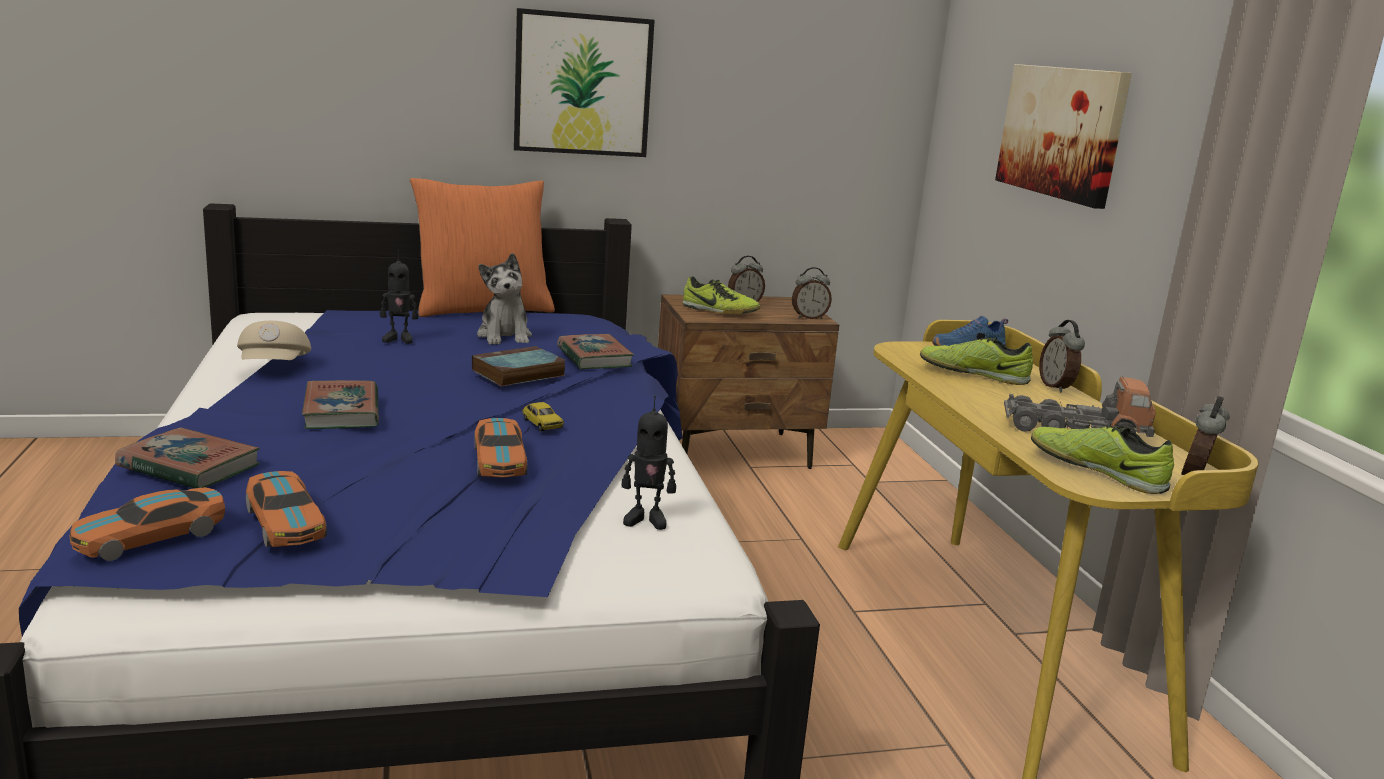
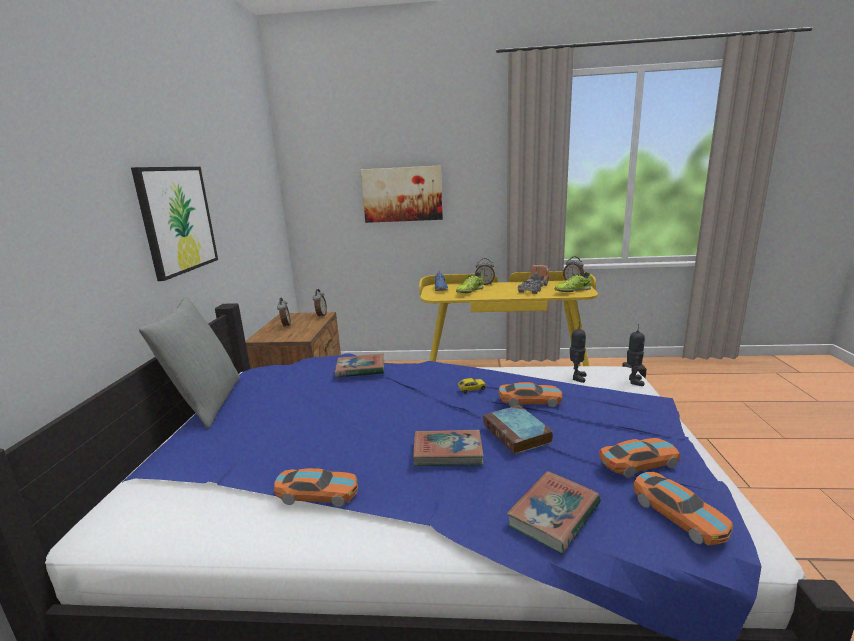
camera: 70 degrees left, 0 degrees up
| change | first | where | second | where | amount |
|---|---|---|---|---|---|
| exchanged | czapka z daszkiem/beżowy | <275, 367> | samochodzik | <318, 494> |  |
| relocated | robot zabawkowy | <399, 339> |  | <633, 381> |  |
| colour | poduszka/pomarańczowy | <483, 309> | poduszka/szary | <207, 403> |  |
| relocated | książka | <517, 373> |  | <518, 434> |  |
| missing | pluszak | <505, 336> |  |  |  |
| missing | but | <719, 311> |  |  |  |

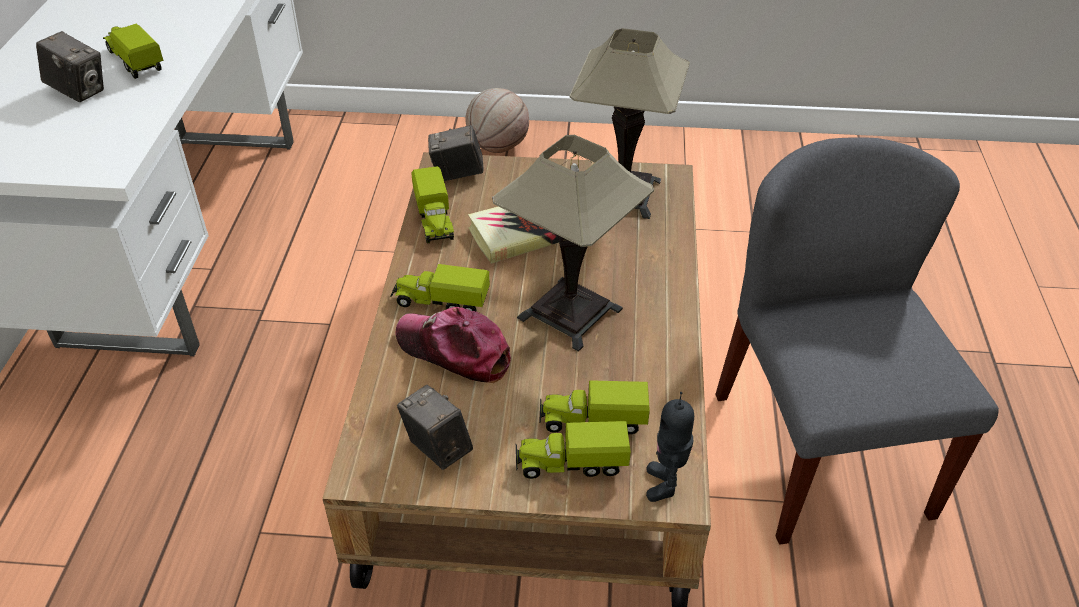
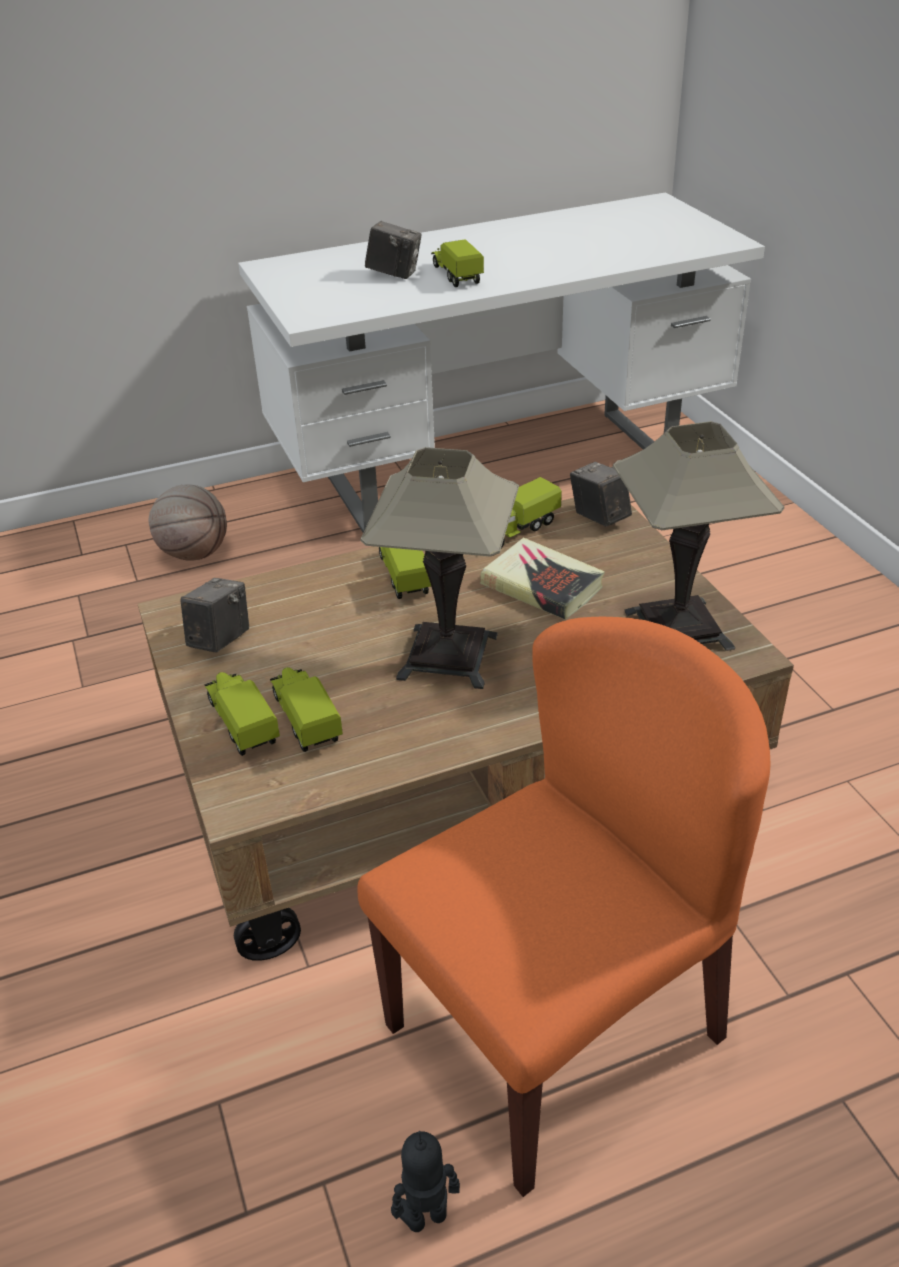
camera: 65 degrees right, 5 degrees down
| change | first | where | second | where | amount |
|---|---|---|---|---|---|
| spun | aparat fotograficzny | <79, 91> |  | <394, 274> | 75 degrees counterclockwise |
| spun | ciężarówka zabawkowa | <135, 61> |  | <456, 275> | 45 degrees counterclockwise |
| missing | czapka z daszkiem | <454, 351> |  |  |  |
| relocated | piłka do koszykówki | <497, 147> |  | <194, 553> |  |
| relocated | robot zabawkowy | <665, 484> |  | <426, 1217> |  |
| colour | krzesło/szary | <819, 452> | krzesło/pomarańczowy | <555, 1028> |  |

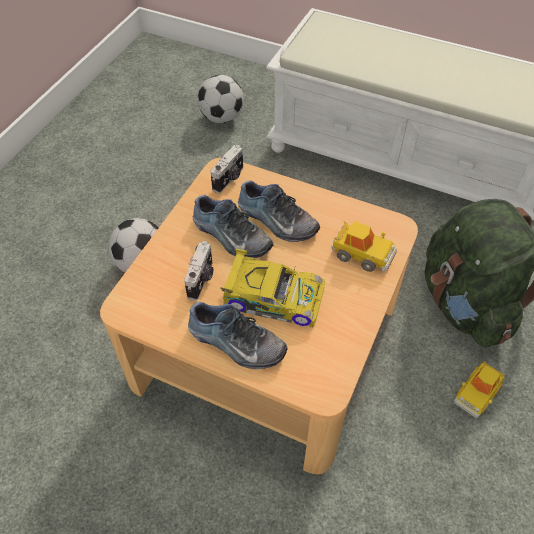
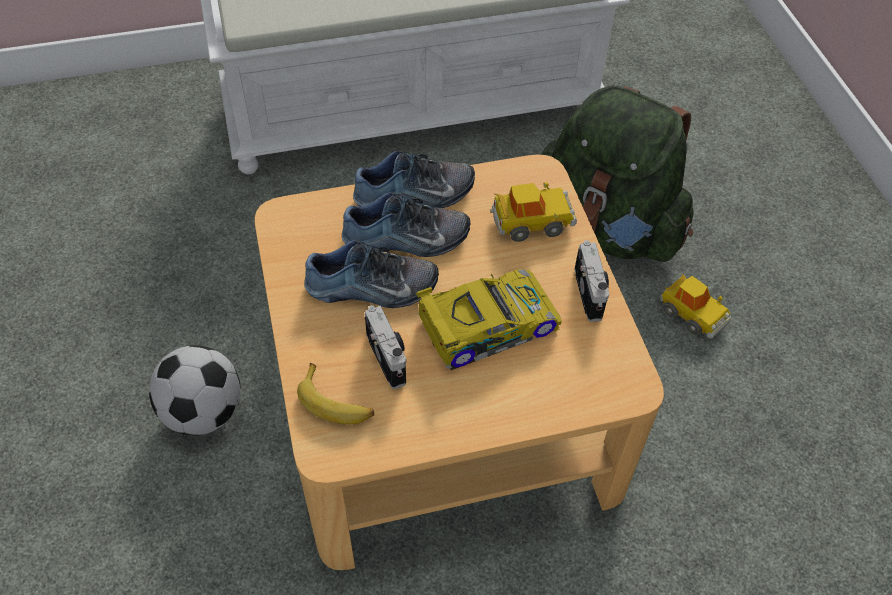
camera: 40 degrees left, 0 degrees up
| change | first | where | second | where | amount |
|---|---|---|---|---|---|
| relocated | but | <235, 344> |  | <415, 196> |  |
| missing | piłka futbolowa | <222, 117> |  |  |  |
| relocated | aparat fotograficzny | <229, 179> |  | <590, 293> |  |
| spun | samochodzik | <477, 393> |  | <692, 314> | 45 degrees counterclockwise |
| appeared |  |  | banan | <336, 402> |  |

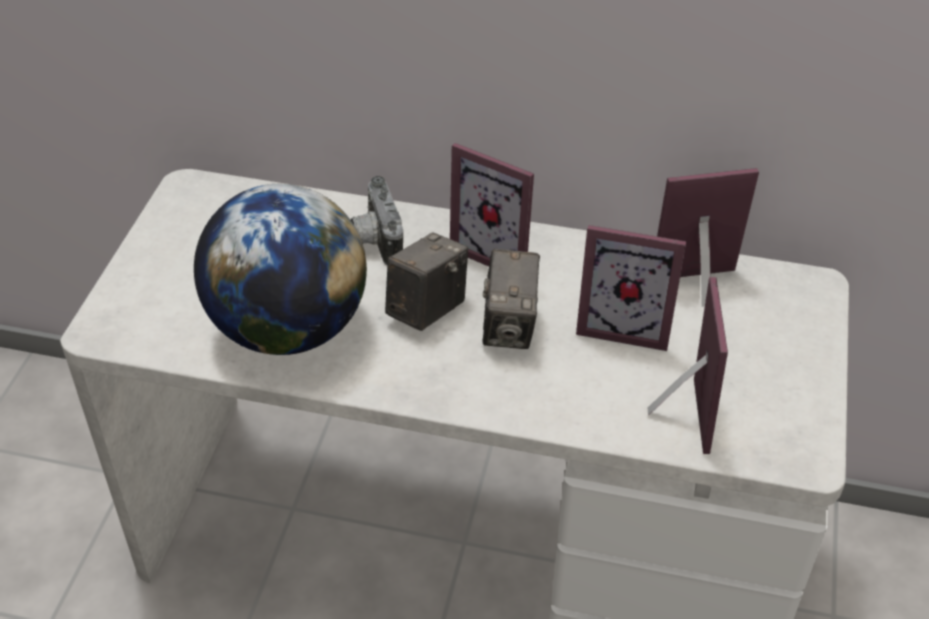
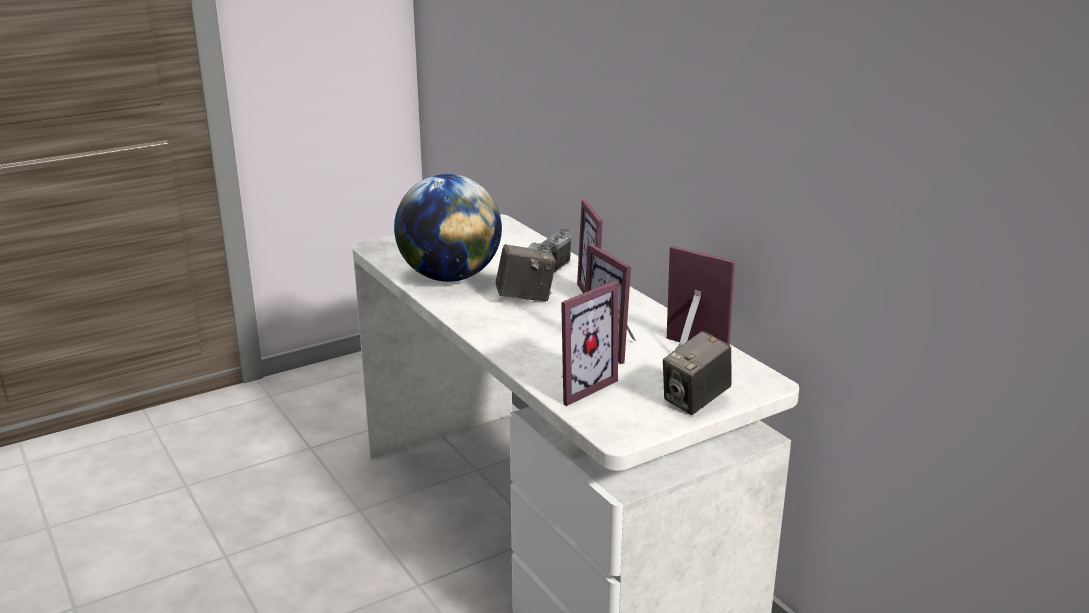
camera: 45 degrees right, 20 degrees down
| change | first | where | second | where | amount |
|---|---|---|---|---|---|
| relocated | aparat fotograficzny | <509, 327> |  | <695, 401> |  |

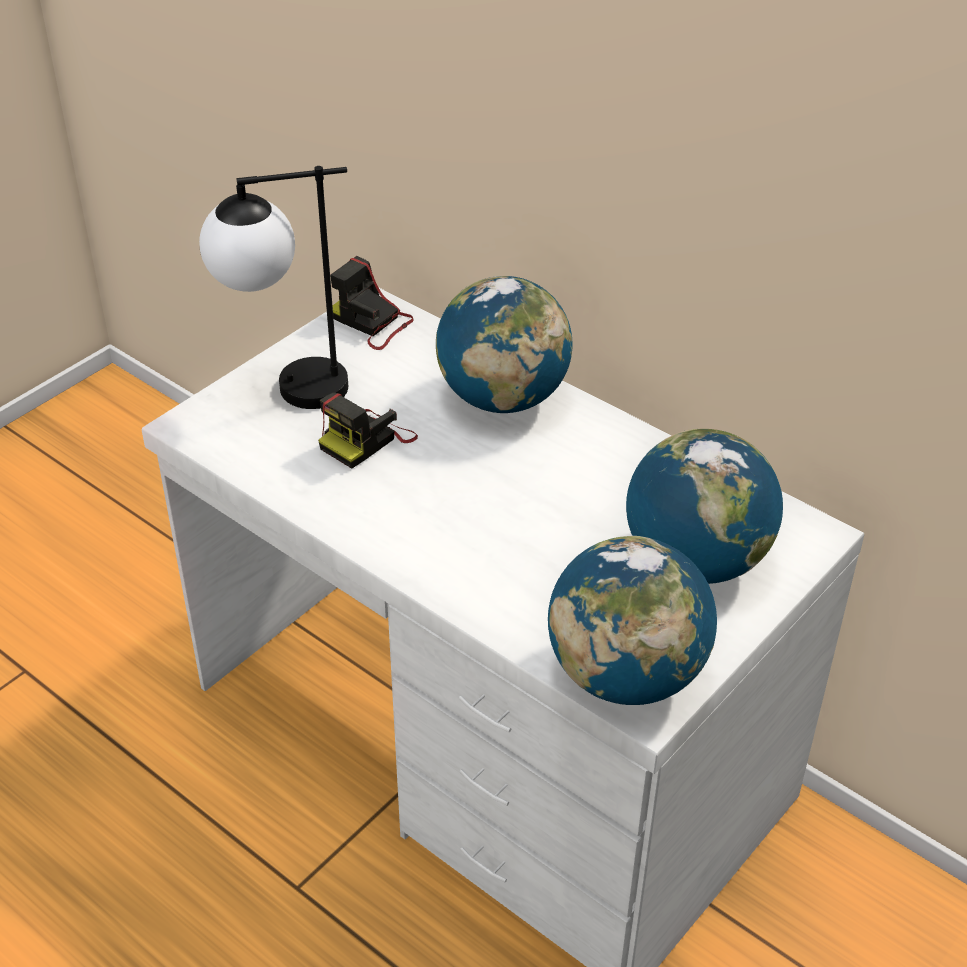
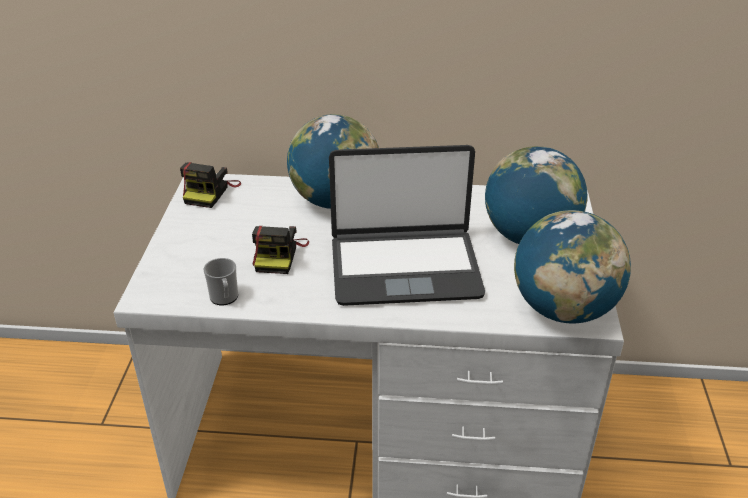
camera: 35 degrees left, 5 degrees down
| change | first | where | second | where | amount |
|---|---|---|---|---|---|
| missing | lampa stołowa | <285, 392> |  |  |  |
| spun | aparat fotograficzny | <371, 323> |  | <210, 192> | 75 degrees counterclockwise |
| appeared |  |  | kubek | <224, 298> |  |
| appeared |  |  | laptop | <404, 267> |  |

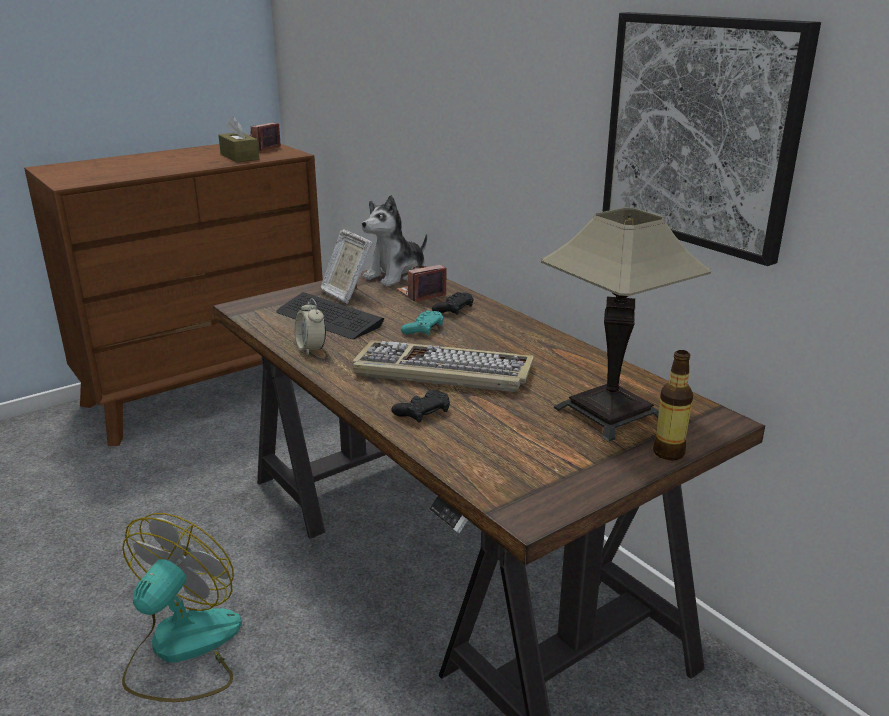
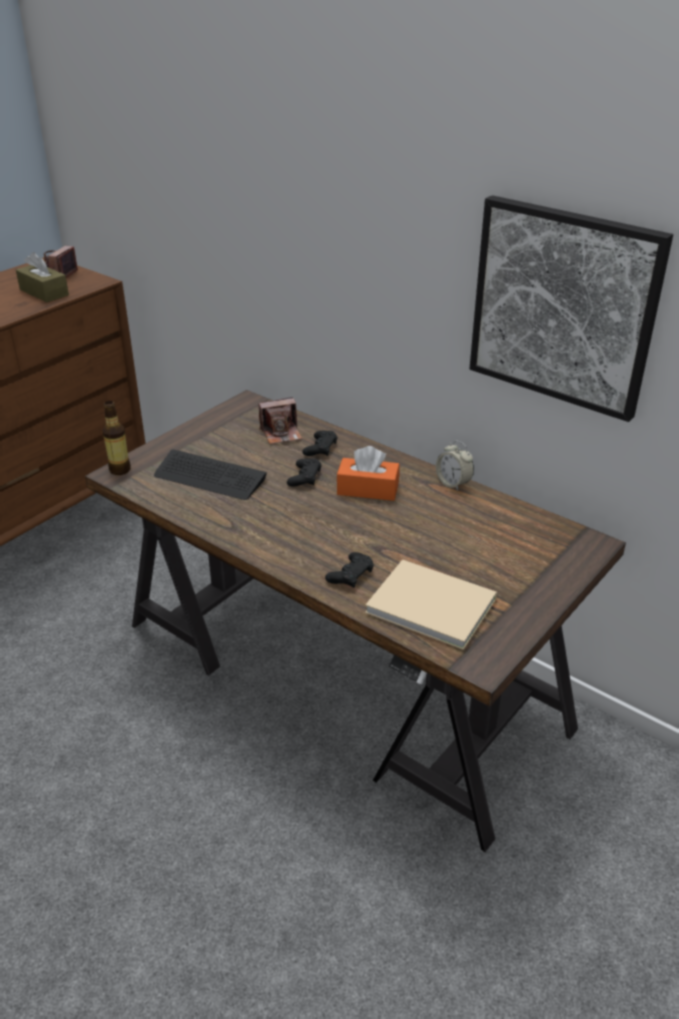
camera: 15 degrees left, 10 degrees up
| change | first | where | second | where | amount |
|---|---|---|---|---|---|
| missing | wentylator | <182, 650> |  |  |  |
| relocated | budzik | <311, 349> |  | <453, 483> |  |
| missing | ramka na zdjęcie | <346, 294> |  |  |  |
| missing | klawiatura | <440, 371> |  |  |  |
| missing | pluszak | <396, 275> |  |  |  |
| spun | aparat fotograficzny | <421, 294> |  | <281, 433> | 150 degrees counterclockwise |
| colour | pad do gier/turkusowy | <423, 329> | pad do gier/czarny | <304, 477> |  |
| missing | lampa stołowa | <609, 413> |  |  |  |
| relocated | butelka | <668, 452> |  | <120, 470> |  |
| appeared |  |  | pudełko chusteczek/pomarańczowy | <368, 489> |  |
| appeared |  |  | książka/beżowy | <429, 603> |  |

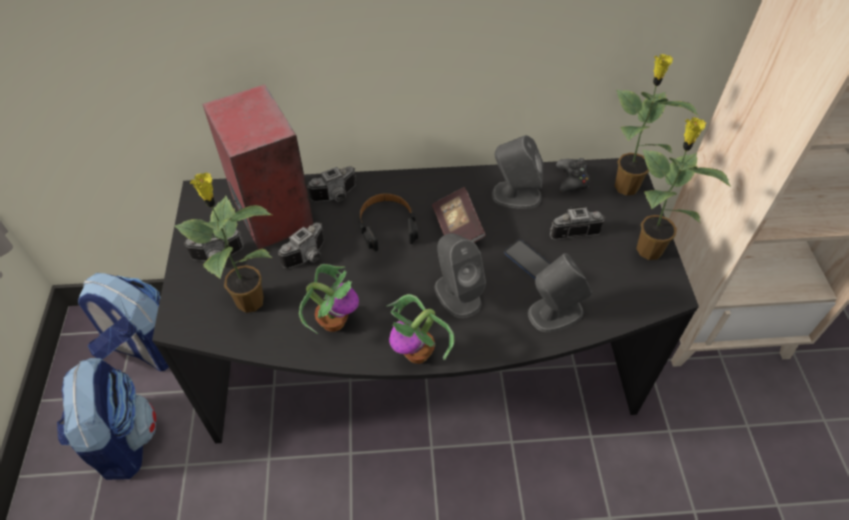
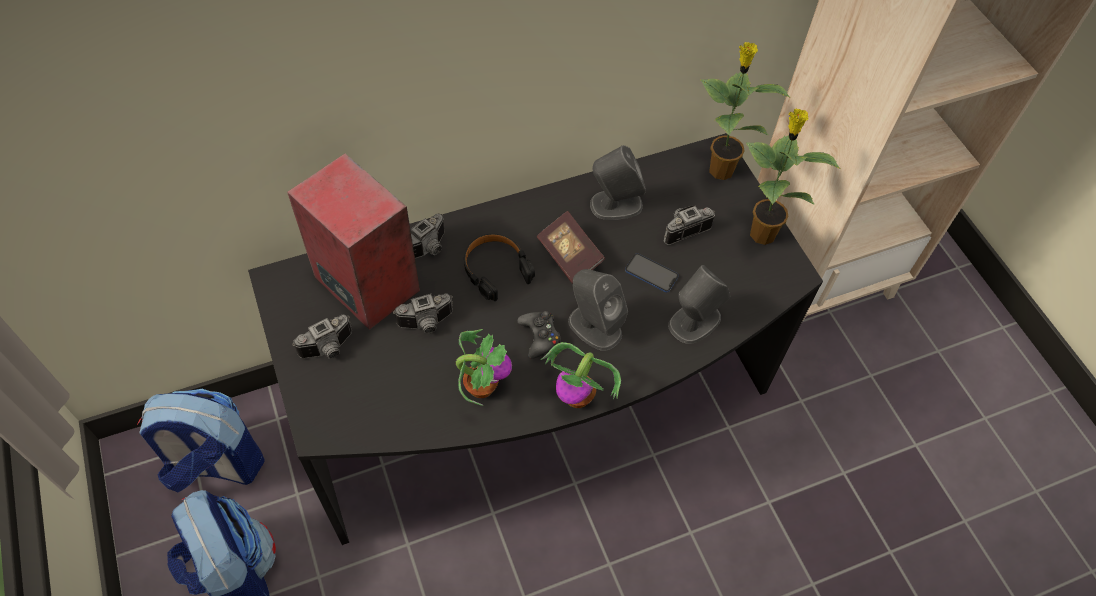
camera: 20 degrees left, 5 degrees up
| change | first | where | second | where | amount |
|---|---|---|---|---|---|
| missing | roślina doniczkowa | <248, 300> |  |  |  |
| spun | aparat fotograficzny | <308, 257> |  | <427, 324> | 45 degrees clockwise |
| relocated | pad do gier/czarny | <572, 179> |  | <540, 336> |  |

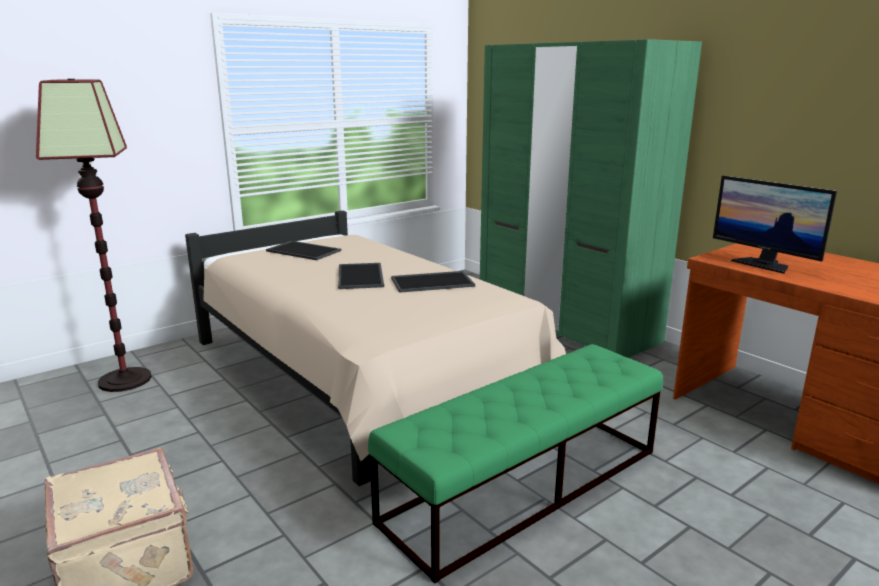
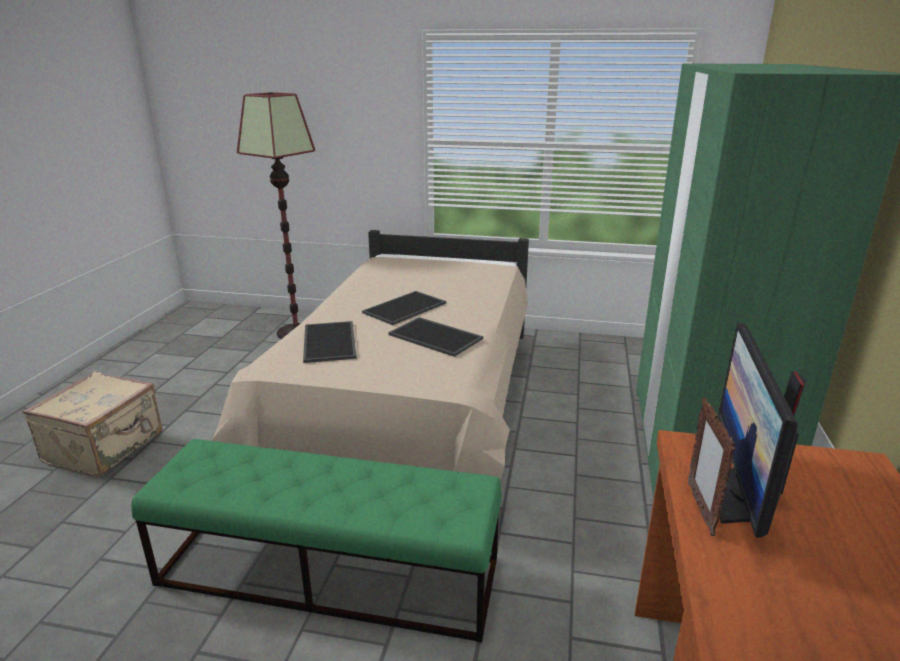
camera: 50 degrees right, 5 degrees up
| change | first | where | second | where | amount |
|---|---|---|---|---|---|
| relocated | taca | <305, 251> |  | <331, 342> |  |
| appeared |  |  | ramka na zdjęcie | <700, 508> |  |

